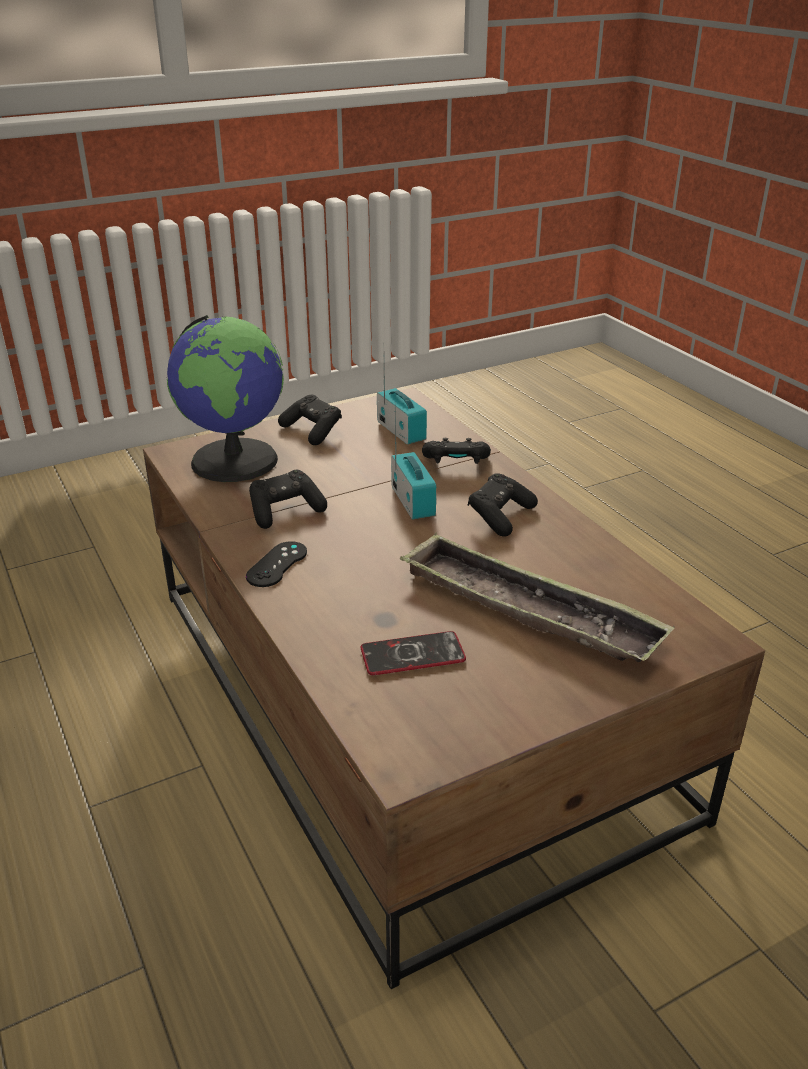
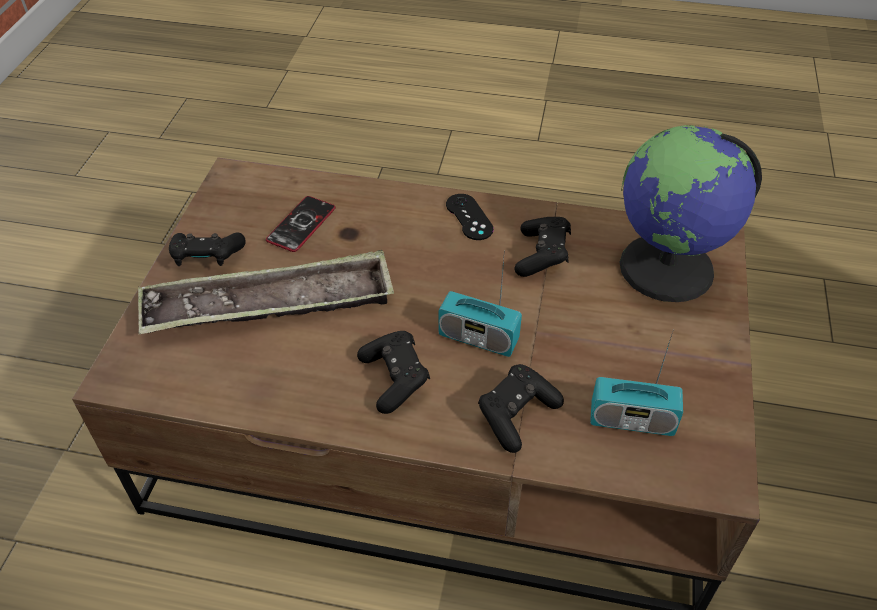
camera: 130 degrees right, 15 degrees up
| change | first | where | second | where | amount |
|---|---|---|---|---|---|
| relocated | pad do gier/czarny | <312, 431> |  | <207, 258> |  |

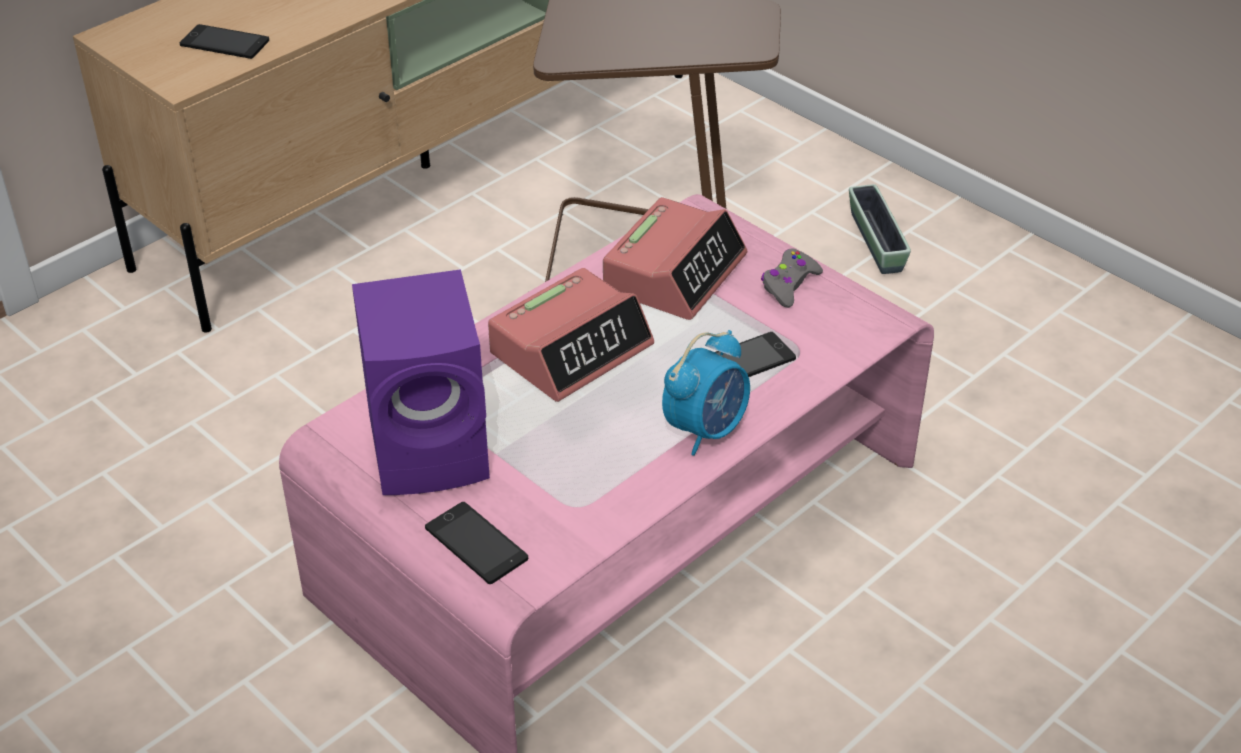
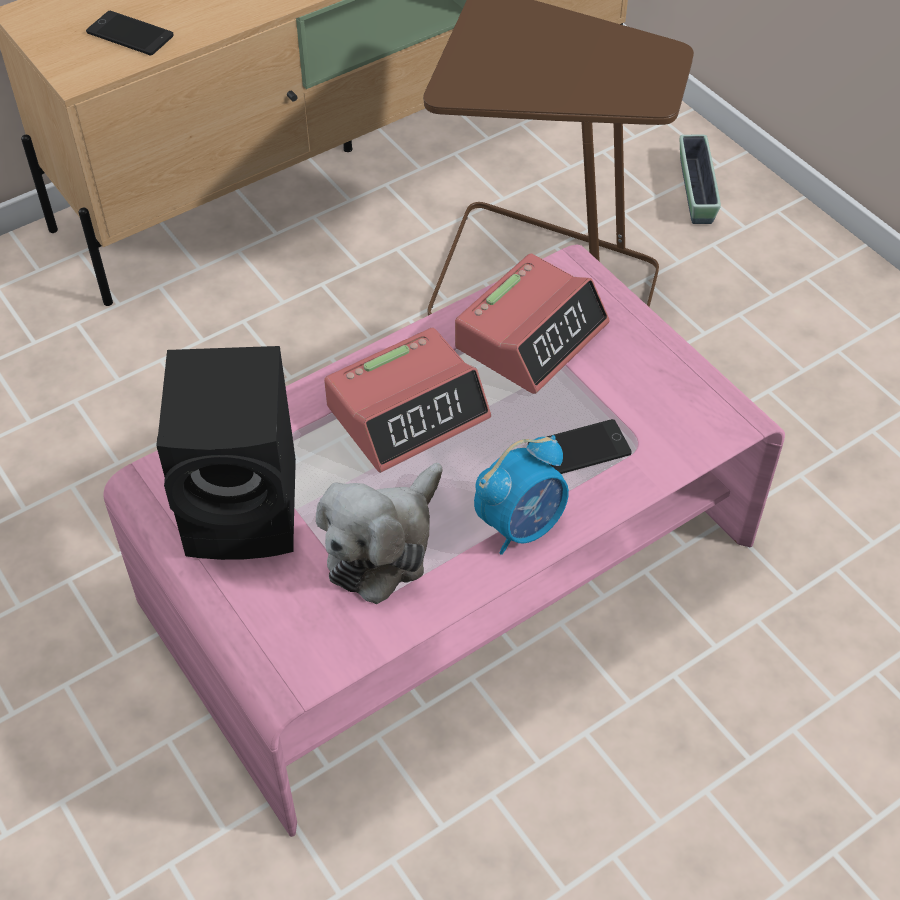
camera: 10 degrees right, 10 degrees up
| change | first | where | second | where | amount |
|---|---|---|---|---|---|
| colour | głośnik/fioletowy | <434, 448> | głośnik/czarny | <247, 509> |  |
| missing | telefon | <476, 544> |  |  |  |
| missing | pad do gier/szary | <789, 285> |  |  |  |
| relocated | donica | <876, 242> |  | <695, 191> |  |
| appeared |  |  | pluszak | <383, 545> |  |

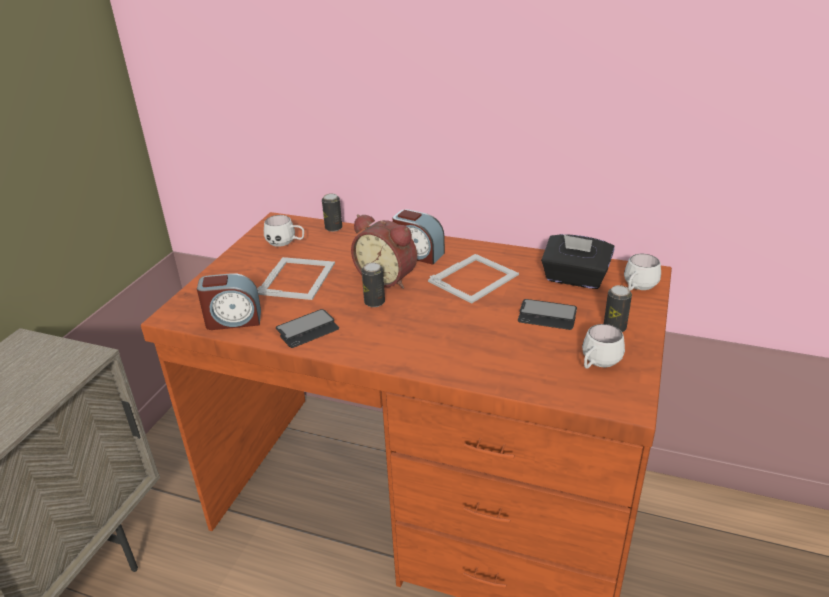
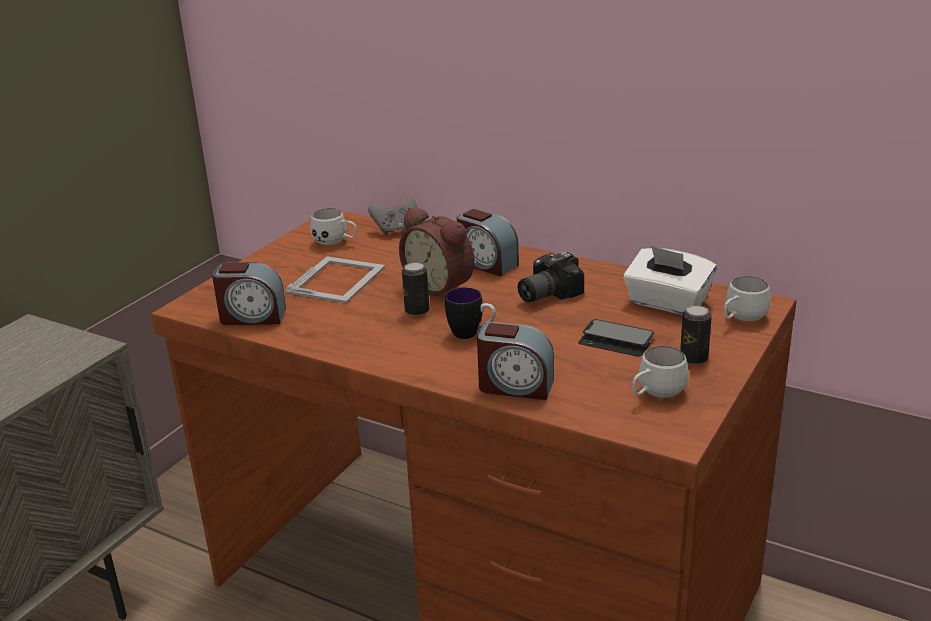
camera: 10 degrees right, 5 degrees down
| change | first | where | second | where | amount |
|---|---|---|---|---|---|
| missing | telefon | <307, 330> |  |  |  |
| exchanged | puszka | <333, 228> | pad do gier/szary | <396, 230> |  |
| exchanged | ramka na zdjęcie | <474, 278> | aparat fotograficzny | <545, 294> |  |
| colour | pudełko chusteczek/czarny | <575, 278> | pudełko chusteczek/biały | <667, 303> |  |
| appeared |  |  | kubek | <471, 334> |  |
| appeared |  |  | budzik | <515, 386> |  |

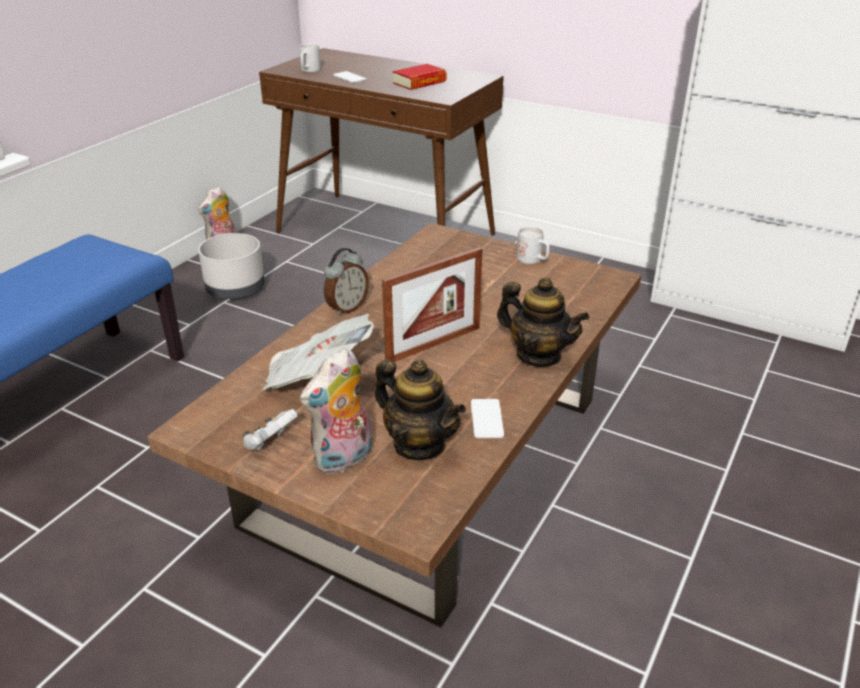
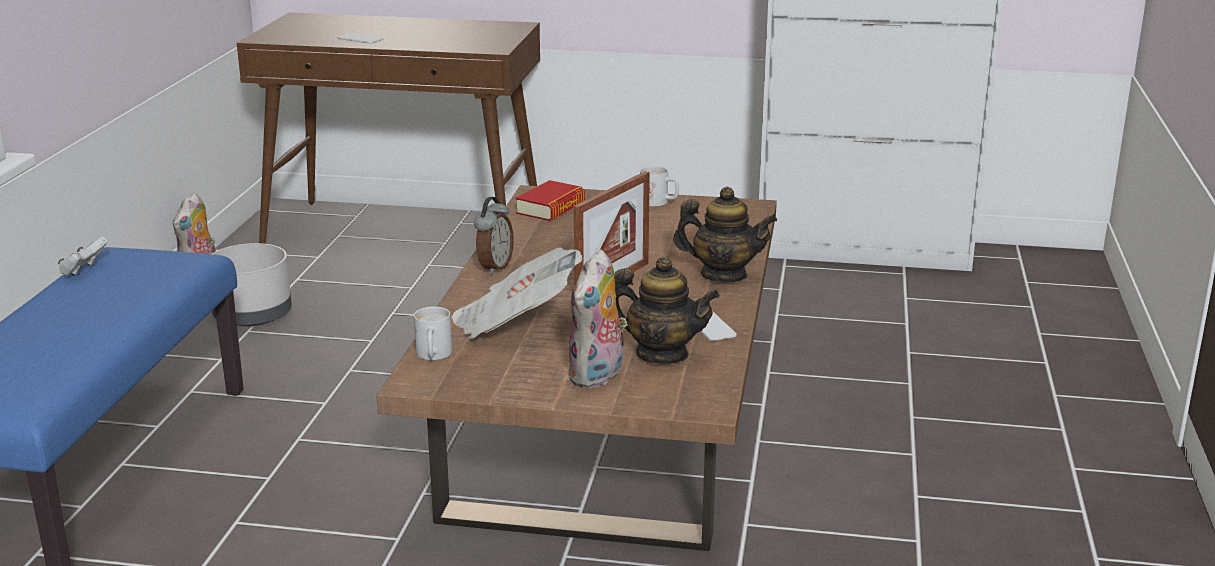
camera: 20 degrees left, 10 degrees down
| change | first | where | second | where | amount |
|---|---|---|---|---|---|
| relocated | pad do gier/biały | <270, 443> |  | <84, 270> |  |
| relocated | kubek/biały | <309, 70> |  | <433, 356> |  |
| relocated | książka | <419, 82> |  | <550, 208> |  |

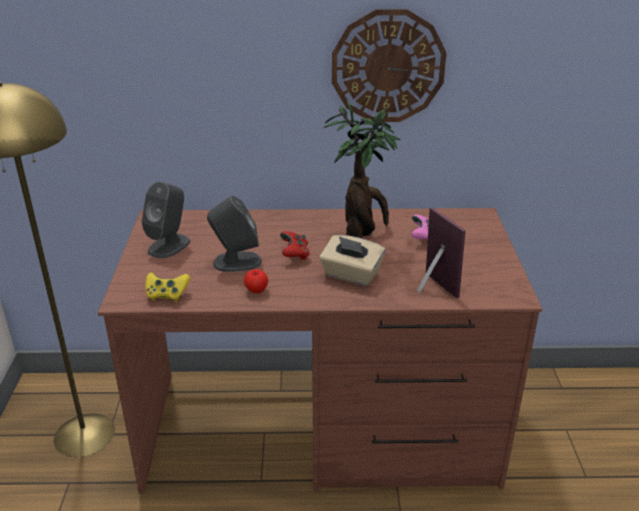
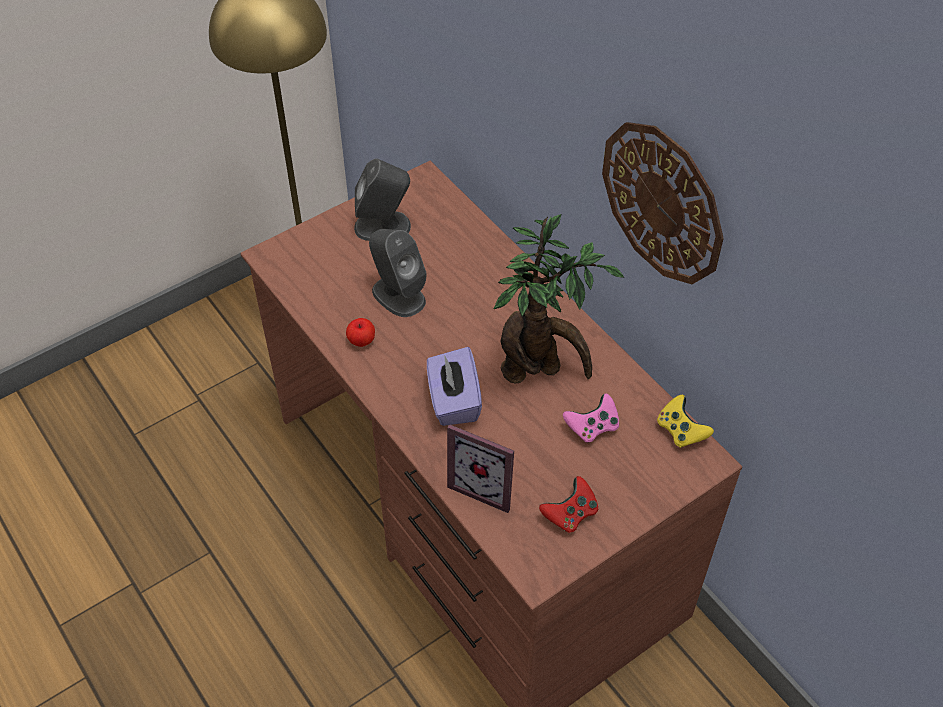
camera: 55 degrees right, 20 degrees up
| change | first | where | second | where | amount |
|---|---|---|---|---|---|
| relocated | pad do gier/żółty | <167, 295> |  | <680, 431> |  |
| relocated | pad do gier/czerwony | <295, 254> |  | <570, 514> |  |
| colour | pudełko chusteczek/beżowy | <351, 275> | pudełko chusteczek/fioletowy | <453, 401> |  |
| spun | ramka na zdjęcie | <431, 288> |  | <486, 485> | 90 degrees clockwise |

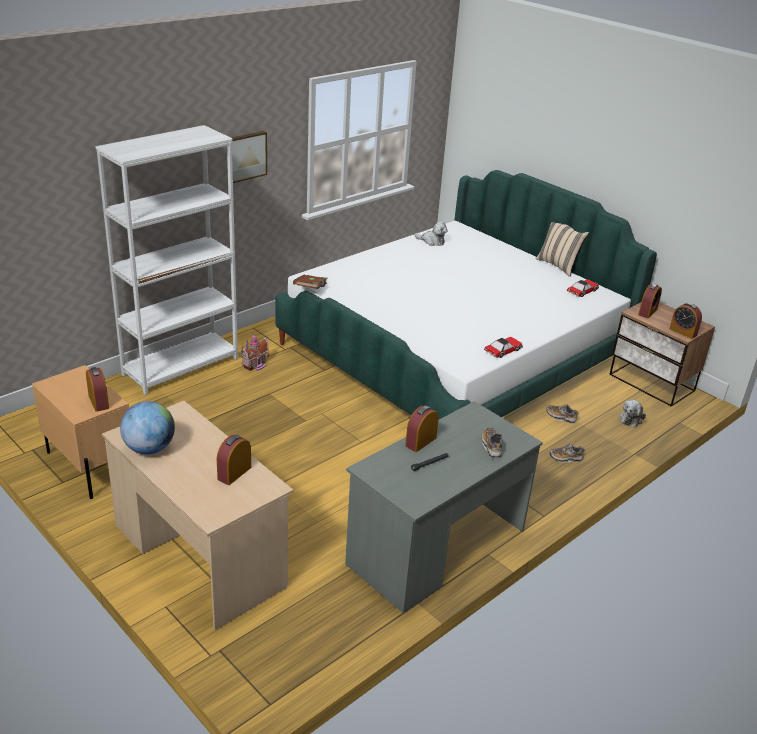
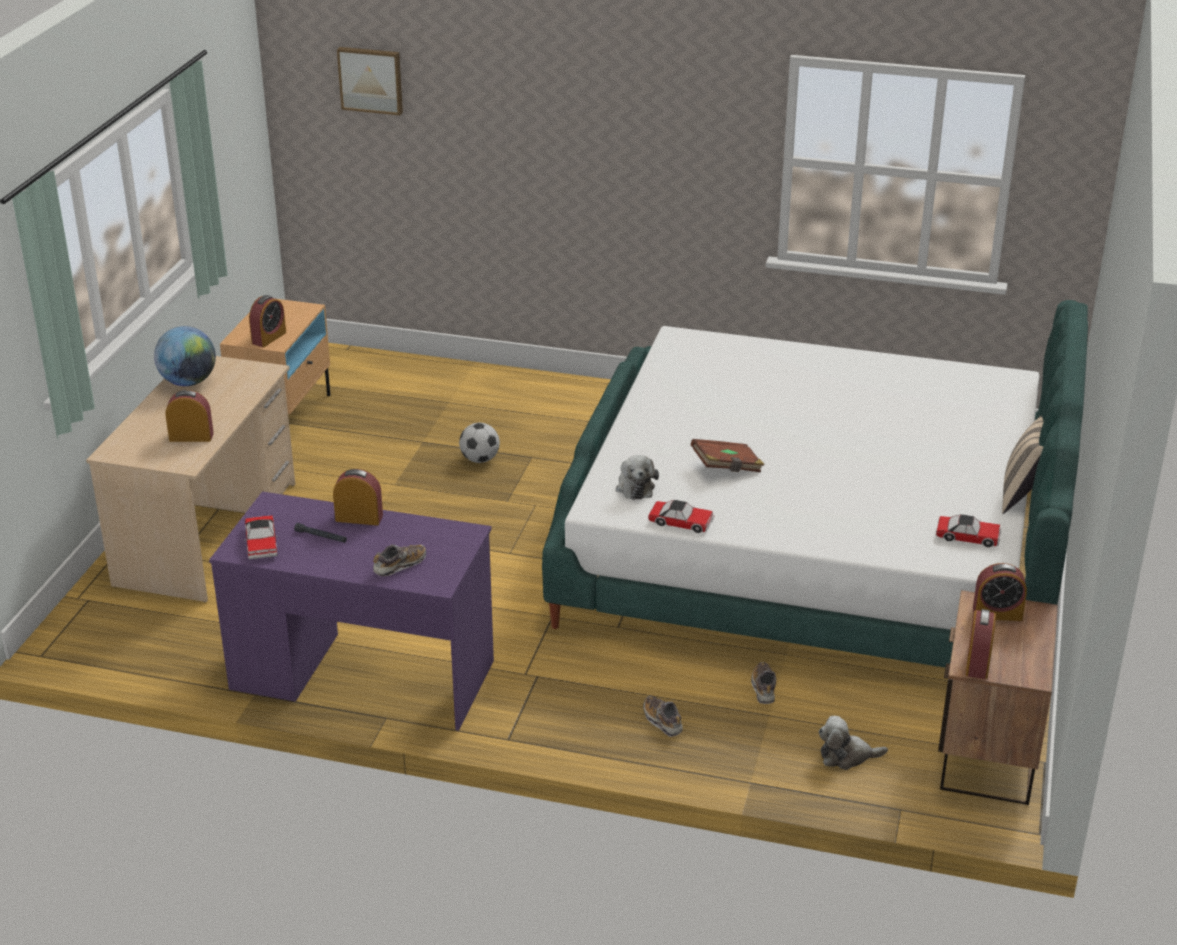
camera: 60 degrees right, 0 degrees up
| change | first | where | second | where | amount |
|---|---|---|---|---|---|
| missing | regał/biały | <181, 366> |  |  |  |
| relocated | obraz | <245, 156> |  | <371, 79> |  |
| missing | domek | <256, 366> |  |  |  |
| relocated | książka/brązowy | <311, 289> |  | <727, 468> |  |
| colour | biurko/szary | <436, 547> | biurko/fioletowy | <362, 675> |  |
| relocated | pluszak | <432, 241> |  | <635, 487> |  |
| appeared |  |  | samochodzik | <261, 543> |  |
| appeared |  |  | piłka futbolowa | <480, 459> |  |

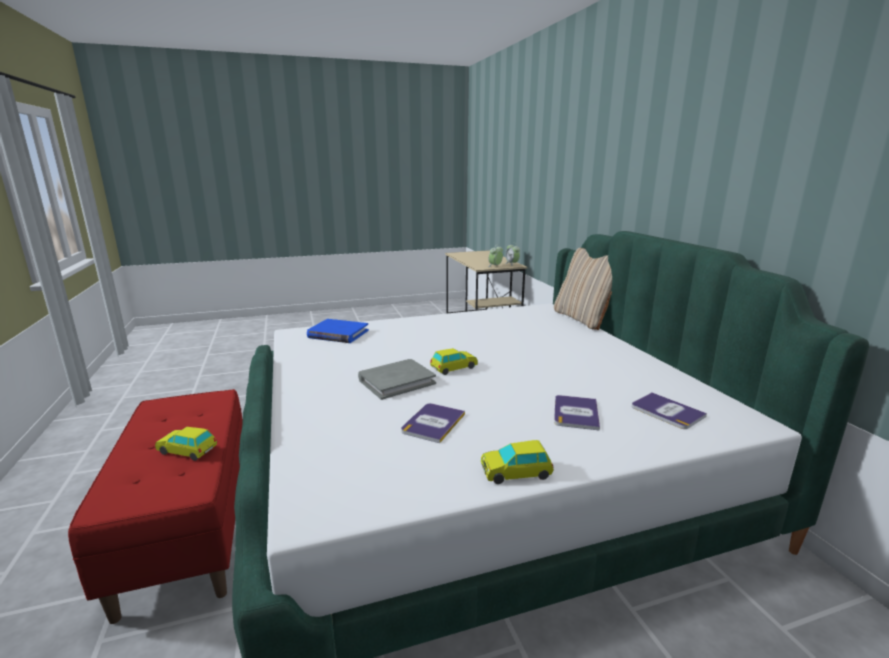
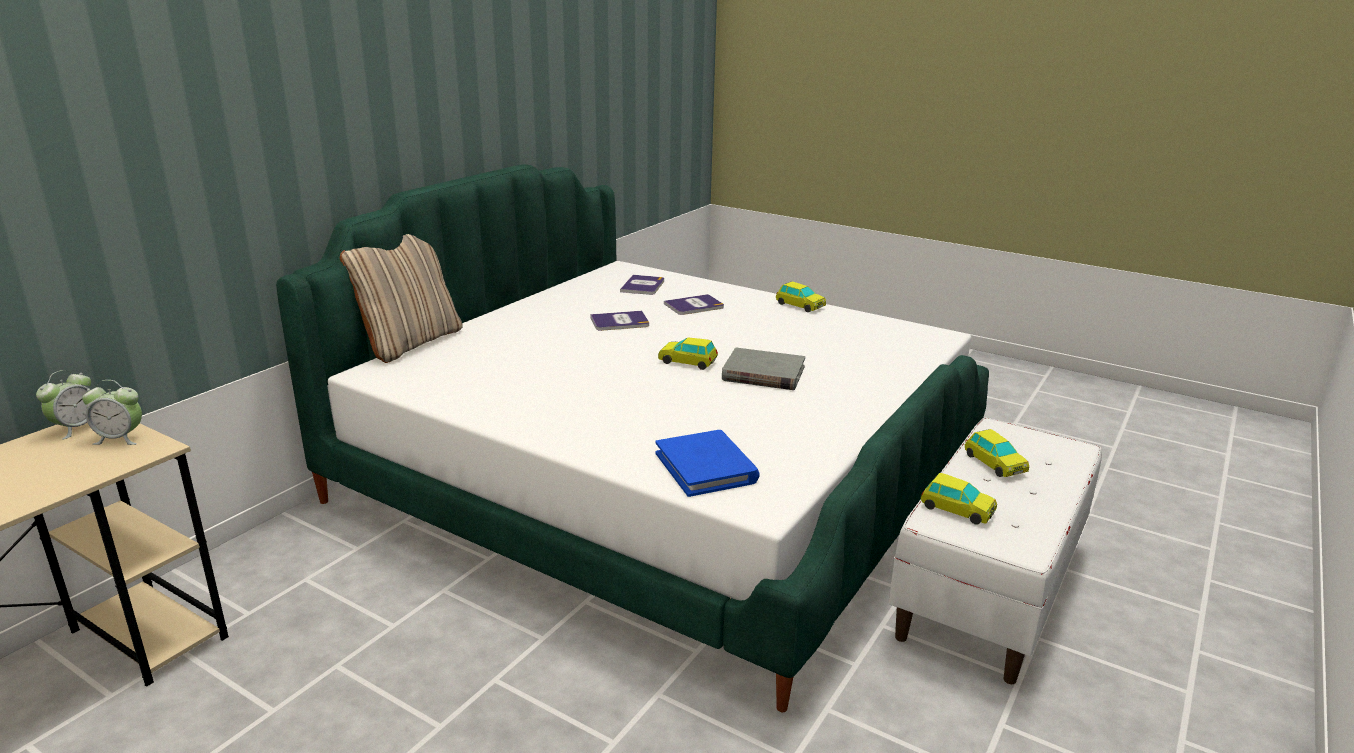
camera: 130 degrees left, 5 degrees up
| change | first | where | second | where | amount |
|---|---|---|---|---|---|
| colour | ławka/czerwony | <190, 527> | ławka/biały | <988, 588> |  |
| relocated | książka | <433, 423> |  | <619, 322> |  |
| appeared |  |  | samochodzik | <957, 510> |  |

